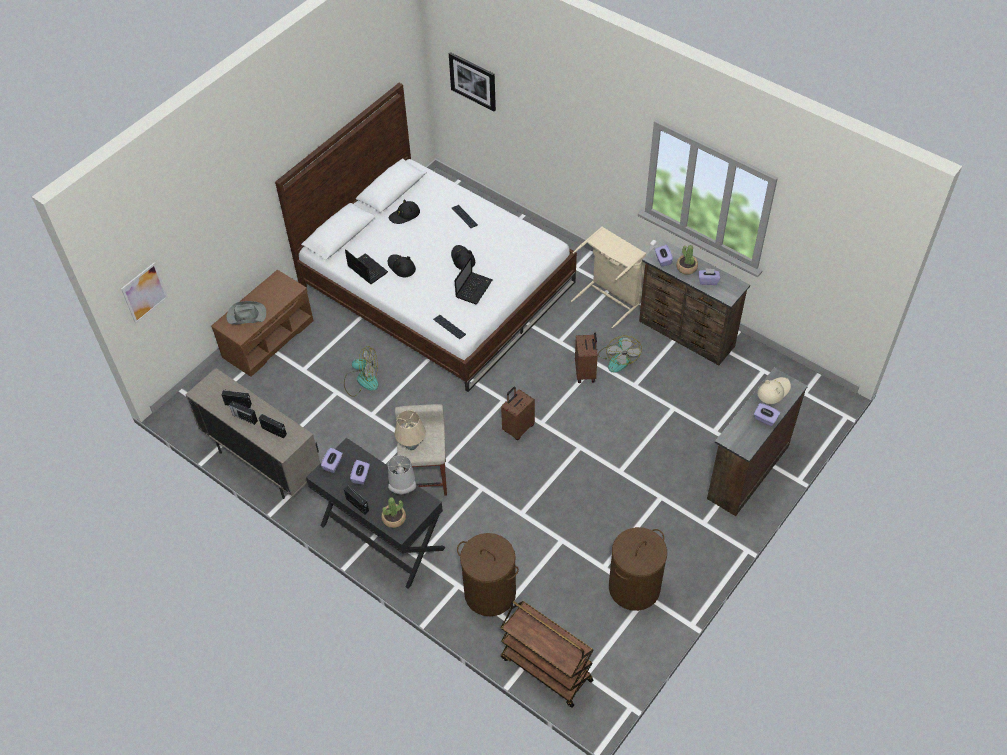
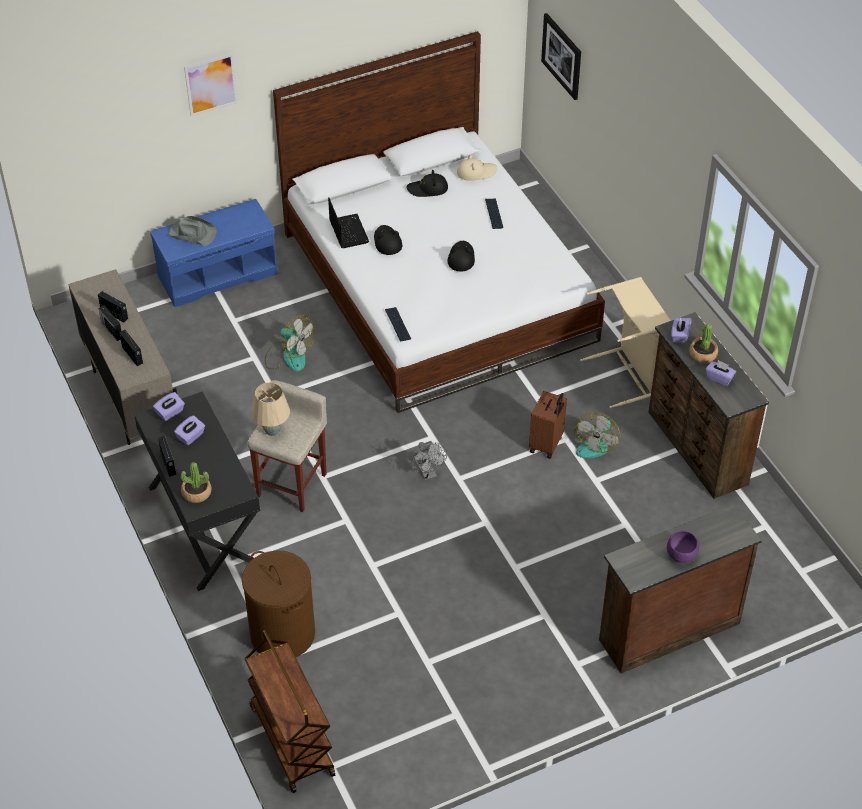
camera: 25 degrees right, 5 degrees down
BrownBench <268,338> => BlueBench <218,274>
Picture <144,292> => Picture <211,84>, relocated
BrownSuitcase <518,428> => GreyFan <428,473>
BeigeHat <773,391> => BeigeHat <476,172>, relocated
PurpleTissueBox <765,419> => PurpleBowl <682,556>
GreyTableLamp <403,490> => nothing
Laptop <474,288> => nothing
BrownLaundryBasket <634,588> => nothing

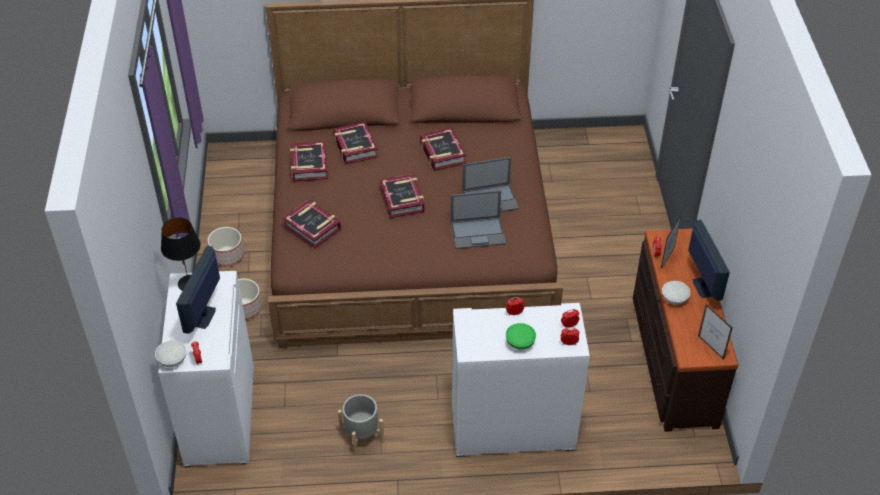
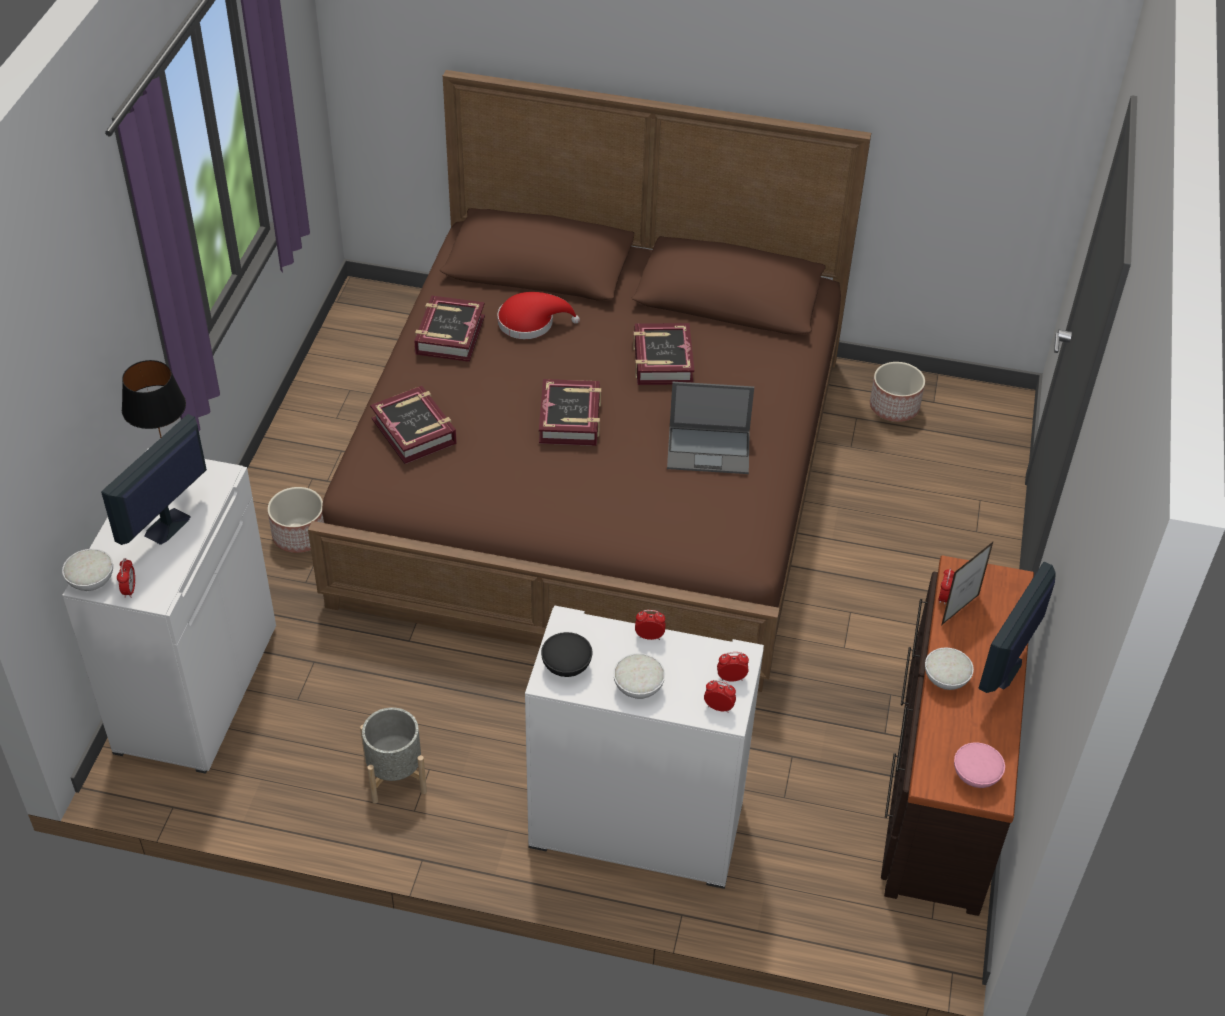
camera: 15 degrees right, 0 degrees up
Book <355,147> => RedHat <531,322>
nothing => BlackBowl <567,666>
GreenBowl <520,342> => WhiteBowl <639,686>
Planter <228,256> => Planter <894,407>, relocated
PictureFrame <710,348> => PinkBowl <976,776>
Monitor <702,287> => Monitor <1002,670>, 150 degrees counterclockwise
Laptop <478,232> => nothing

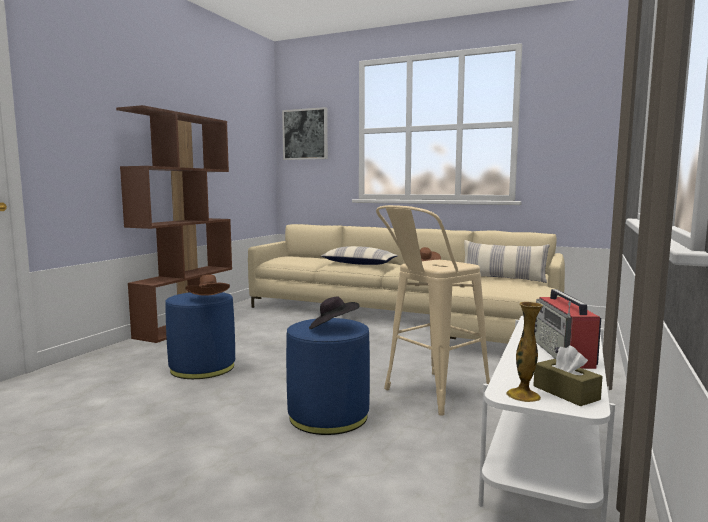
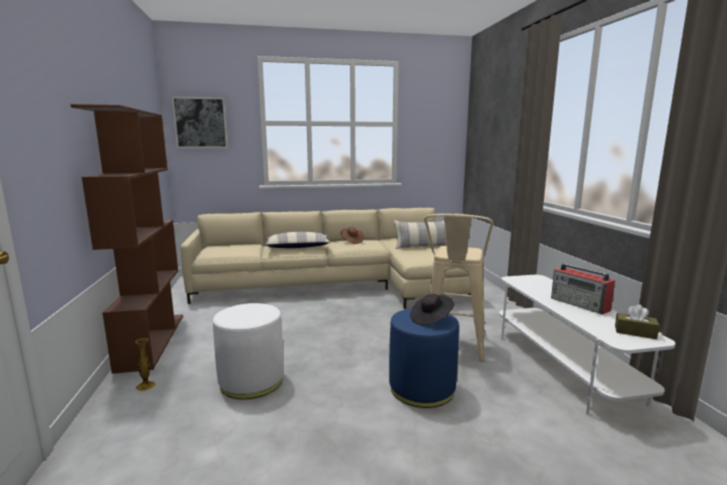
camera: 35 degrees left, 5 degrees up
Vase <523,395> => Vase <145,386>, relocated
BlueOttoman <202,367> => WhiteOttoman <251,381>
BrownHat <208,299> => nothing

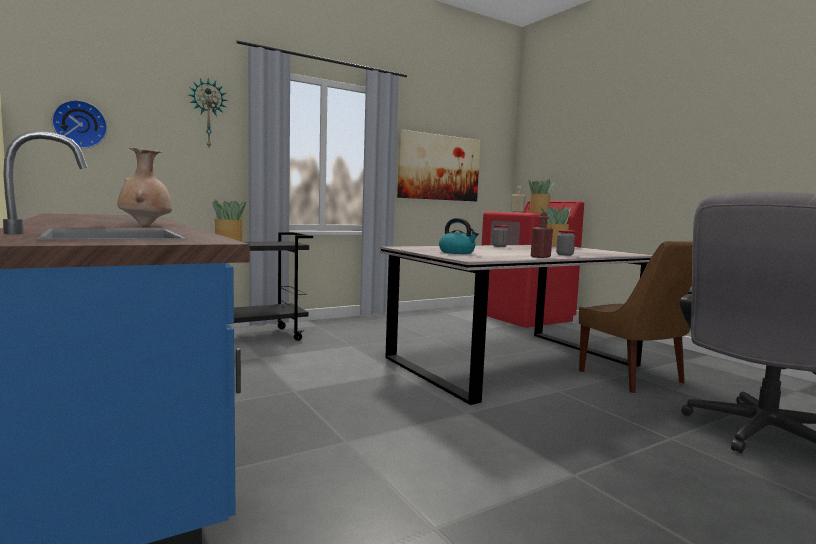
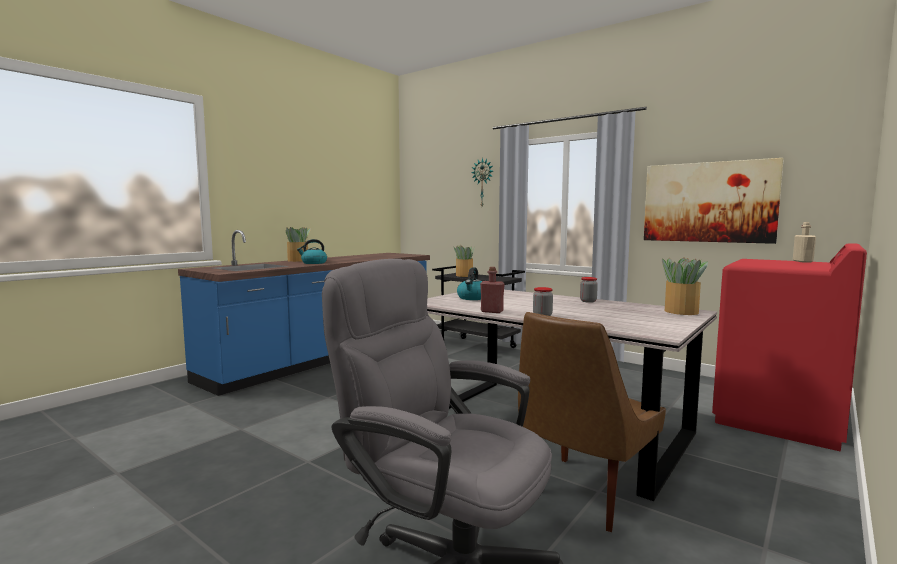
camera: 70 degrees right, 0 degrees up
PottedPlant <538,213> => PottedPlant <298,260>, relocated
BeigeVase <146,225> => Kettle <313,263>
WallClock <80,124> => nothing

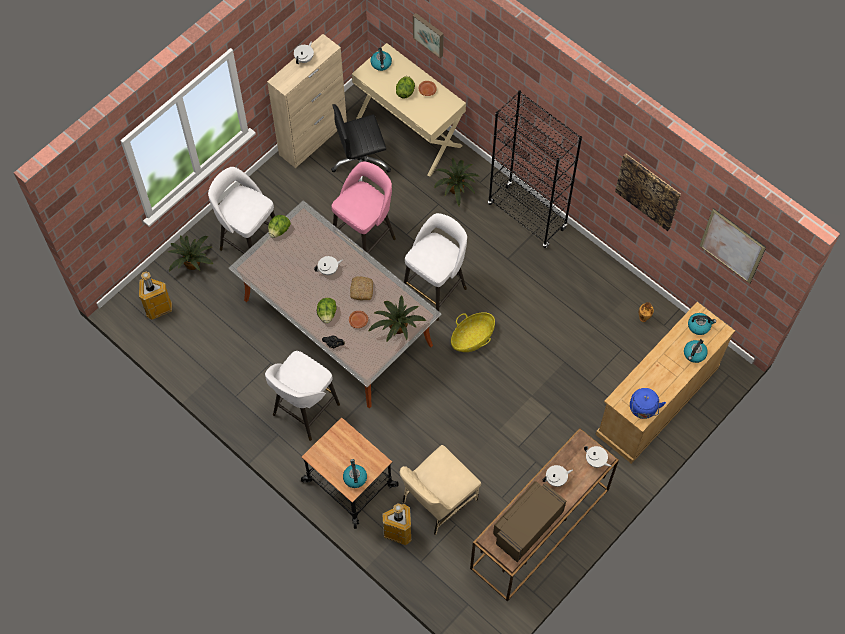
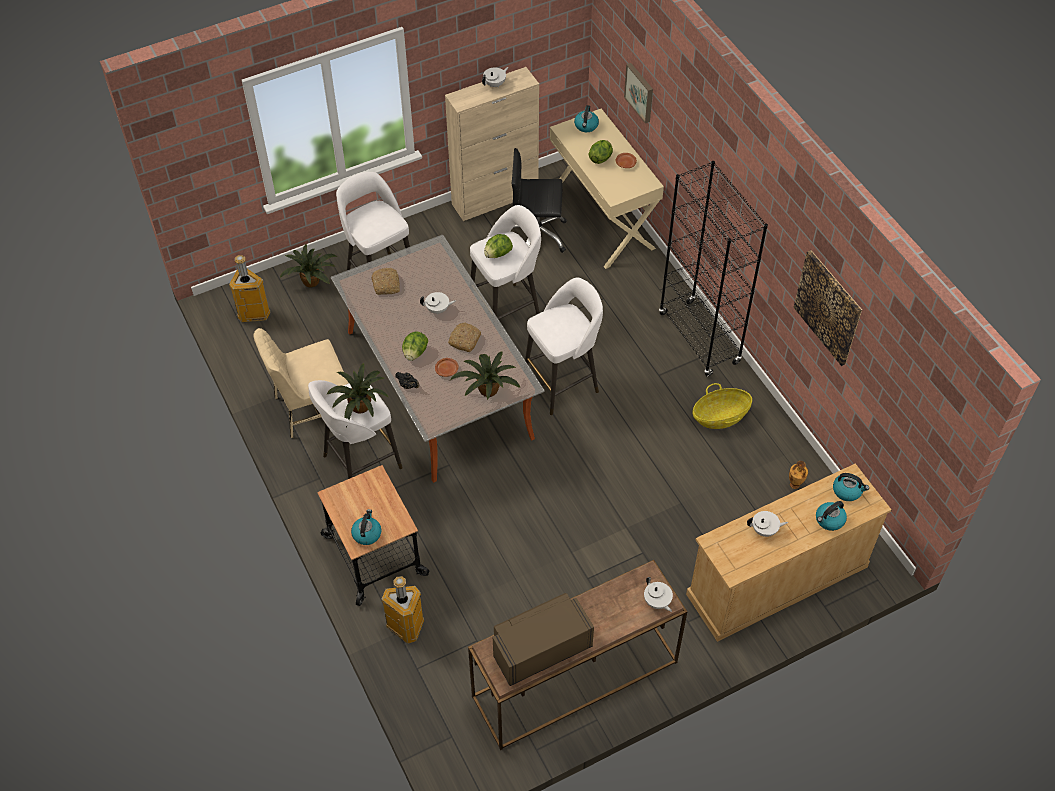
camera: 20 degrees right, 10 degrees down
BeigeChair <438,500> => BeigeChair <311,407>, relocated
PottedPlant <456,189> => PottedPlant <360,407>, relocated
nothing => Bread <386,285>
PinkStool <365,239> => WhiteStool <507,310>
Lettuce <279,230> => Lettuce <498,254>, relocated
Basket <472,338> => Basket <720,416>, relocated
WhiteTeapot <556,479> => WhiteTeapot <764,530>, relocated
BlueKettle <643,409> => nothing
Picture <732,246> => nothing

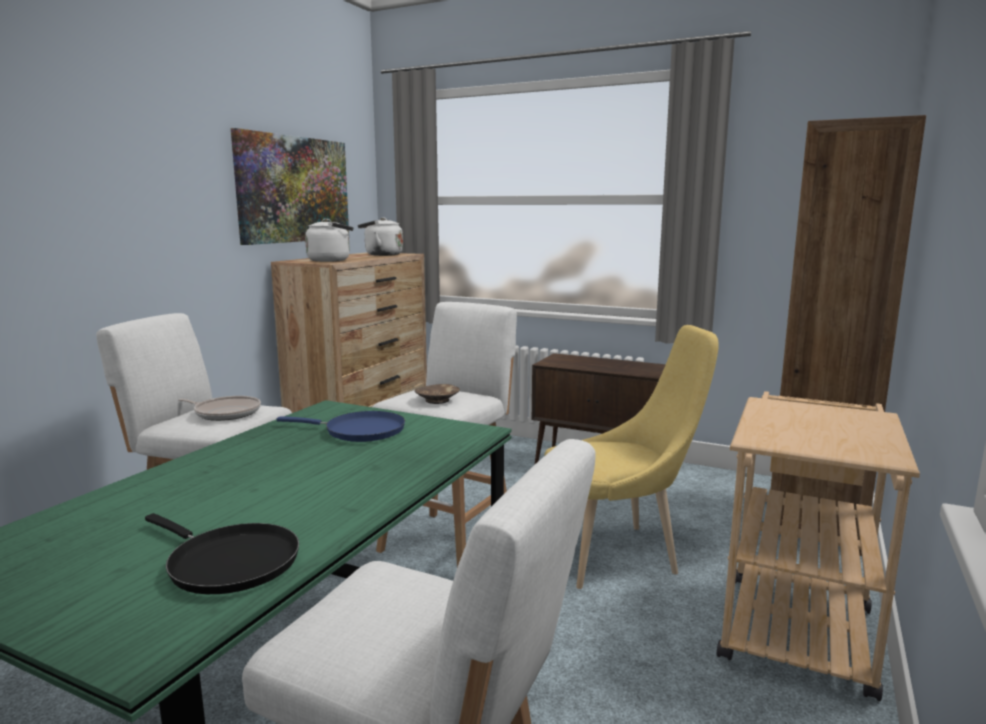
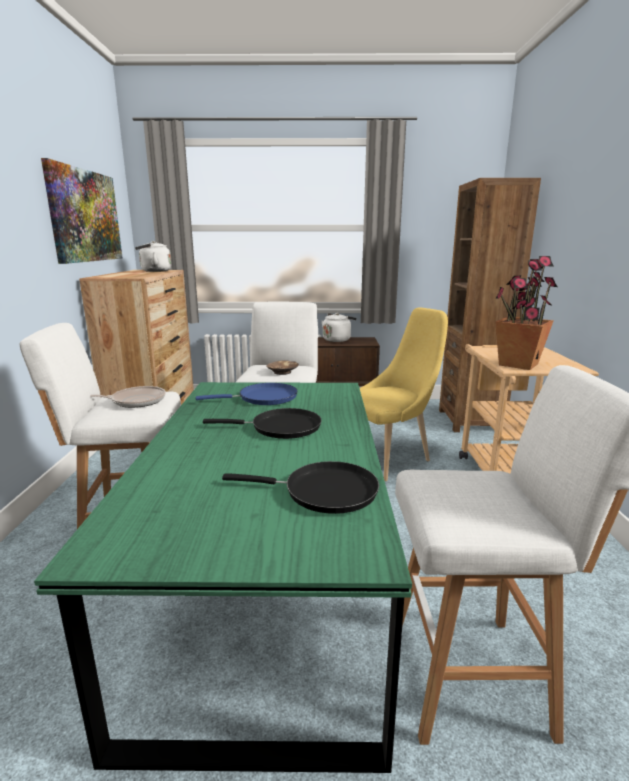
camera: 25 degrees left, 5 degrees up
nothing => BlackFryingPan <281,427>
WhiteKettle <331,260> => WhiteKettle <337,340>, relocated
nothing => PottedPlant <517,364>

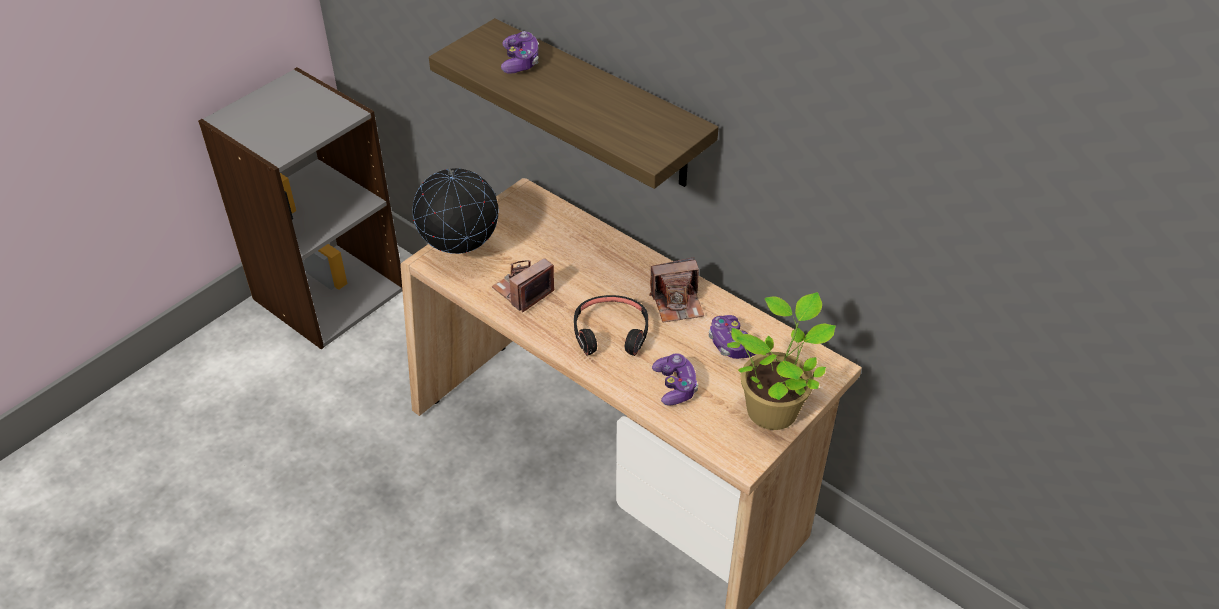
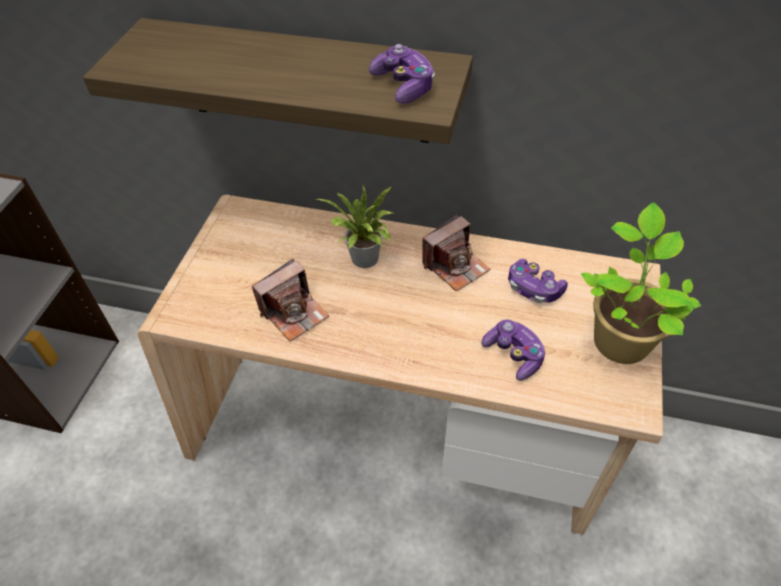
camera: 25 degrees left, 5 degrees up
PhotoCamera <523,291> => PhotoCamera <294,313>, 150 degrees counterclockwise
nothing => PottedPlant <365,261>
GameController <520,61> => GameController <403,86>, relocated
Globe <460,251> => nothing
BlackHeadphones <611,333> => nothing

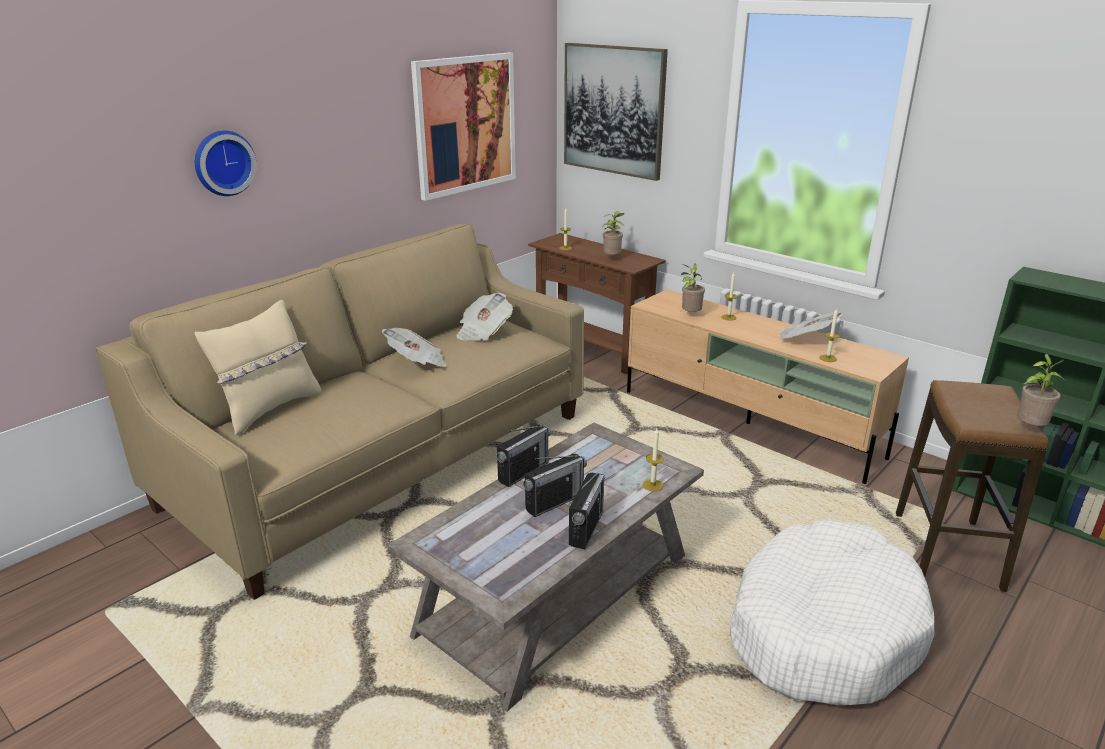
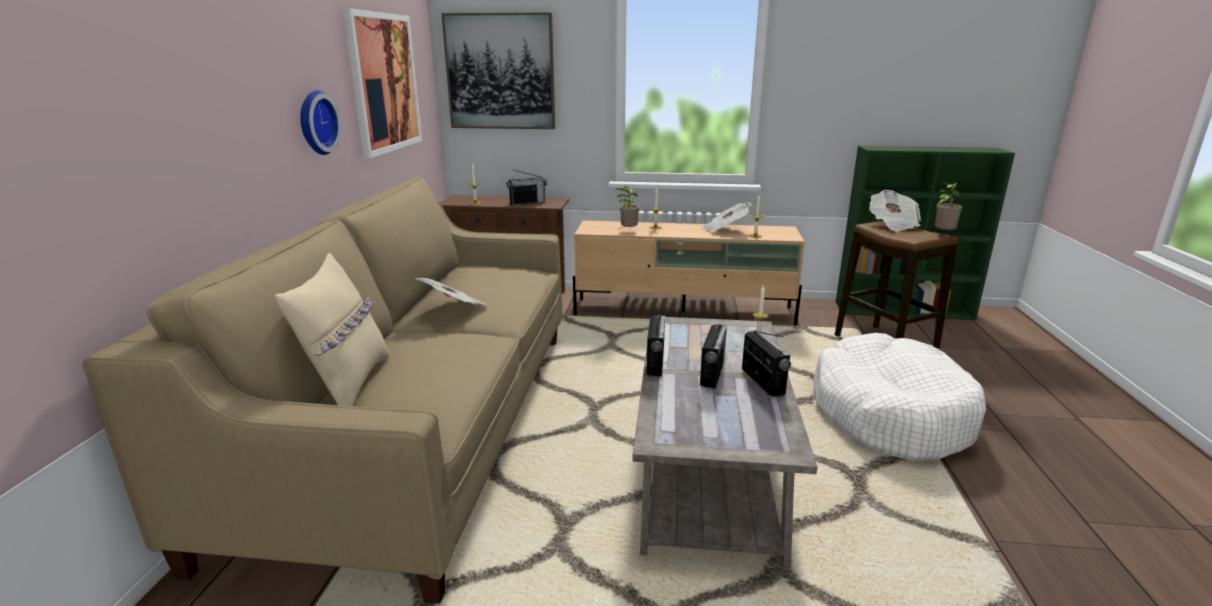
camera: 35 degrees left, 5 degrees down
WallClock <223,162> => WallClock <315,122>, relocated
PottedPlant <612,258> => Radio <527,203>
Newspaper <483,332> => Newspaper <892,224>, relocated

